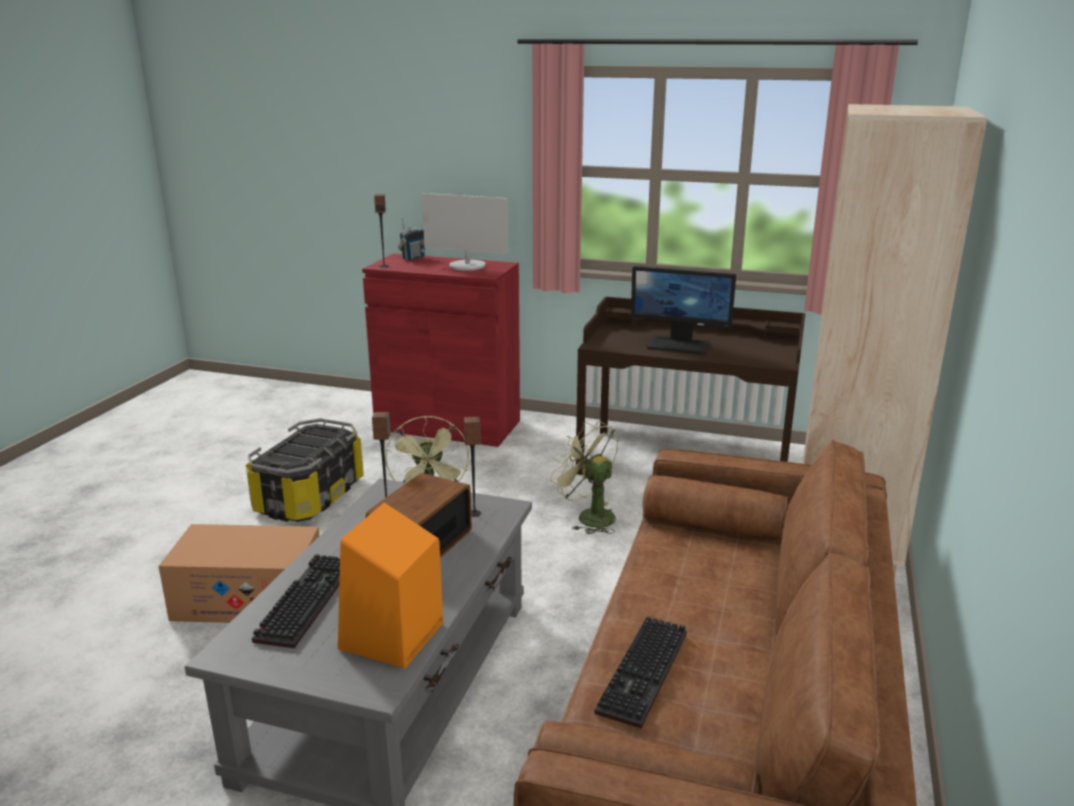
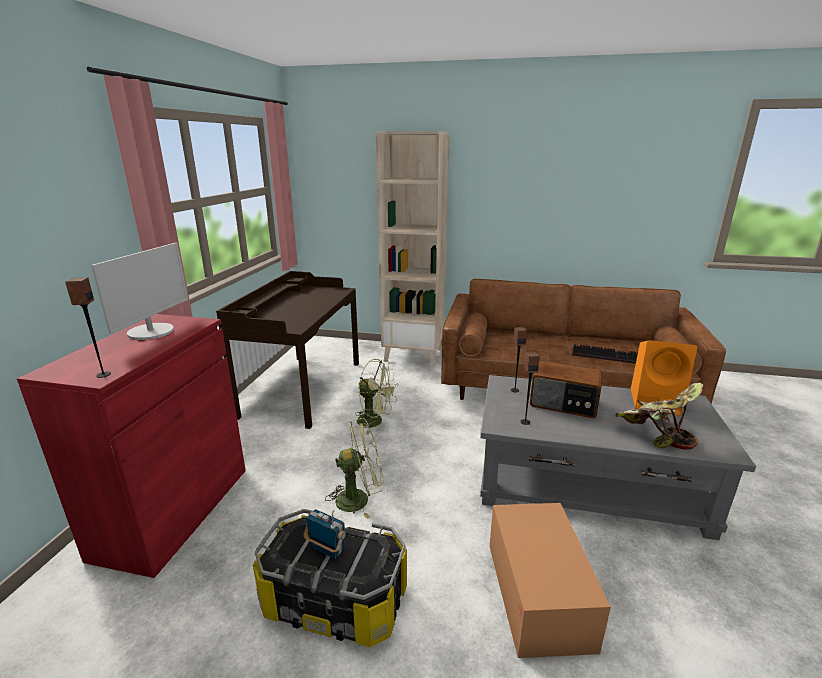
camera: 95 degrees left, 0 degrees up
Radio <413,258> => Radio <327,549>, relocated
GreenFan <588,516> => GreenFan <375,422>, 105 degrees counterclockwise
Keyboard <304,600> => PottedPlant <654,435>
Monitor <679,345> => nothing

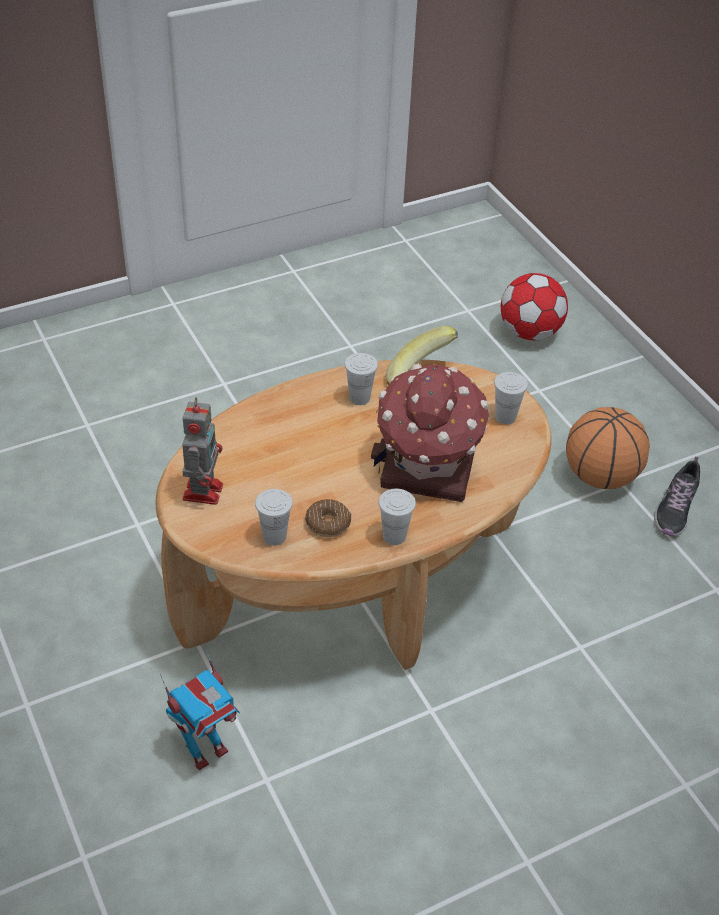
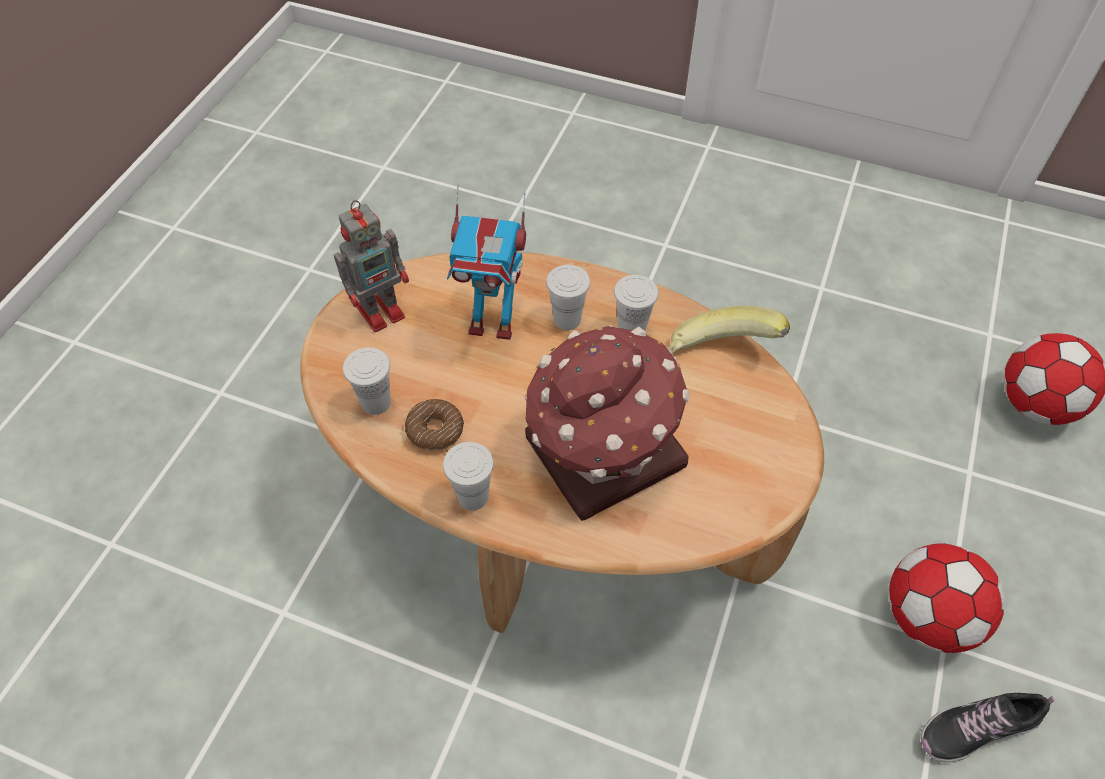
camera: 50 degrees right, 10 degrees up
ToyRobot <205,750> => ToyRobot <493,323>, relocated
WhiteCup <505,417> => WhiteCup <567,319>, relocated
Basketball <600,476> => Football <927,617>

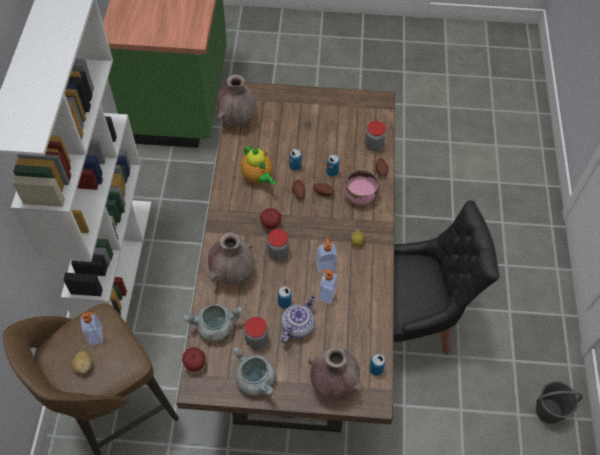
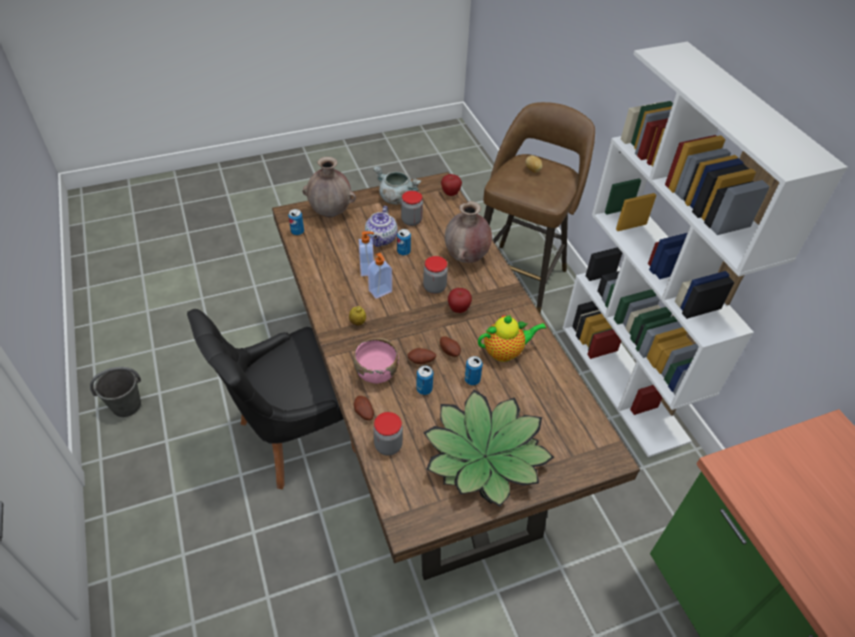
camera: 155 degrees right, 10 degrees down
nothing => PottedPlant <485,456>
Teapot <258,177> => Teapot <505,352>, 135 degrees clockwise
SoapDispenser <96,335> => nothing
GreyCookingPot <215,328> => nothing
BrownVase <237,119> => nothing

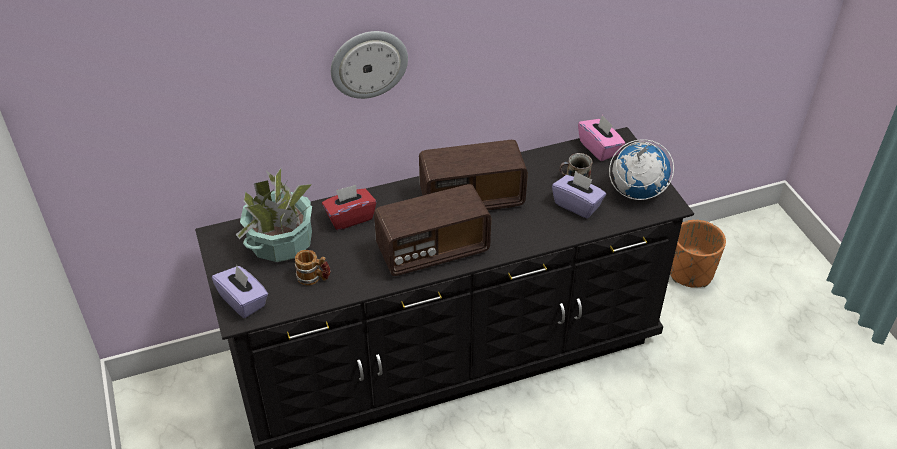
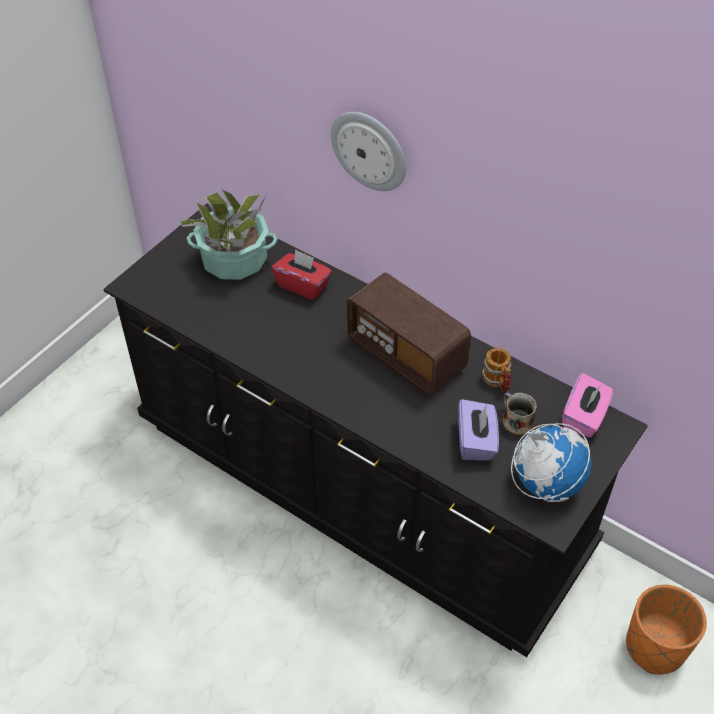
camera: 55 degrees right, 5 degrees up
Mug <313,278> => Mug <497,381>, relocated
PurpleTissueBox <243,301> => nothing
Radio <432,250> => nothing

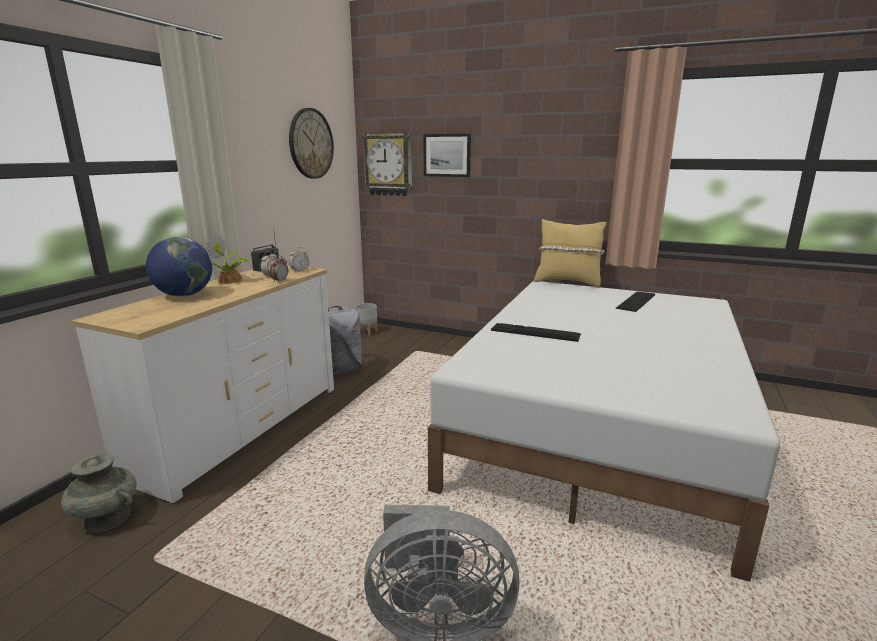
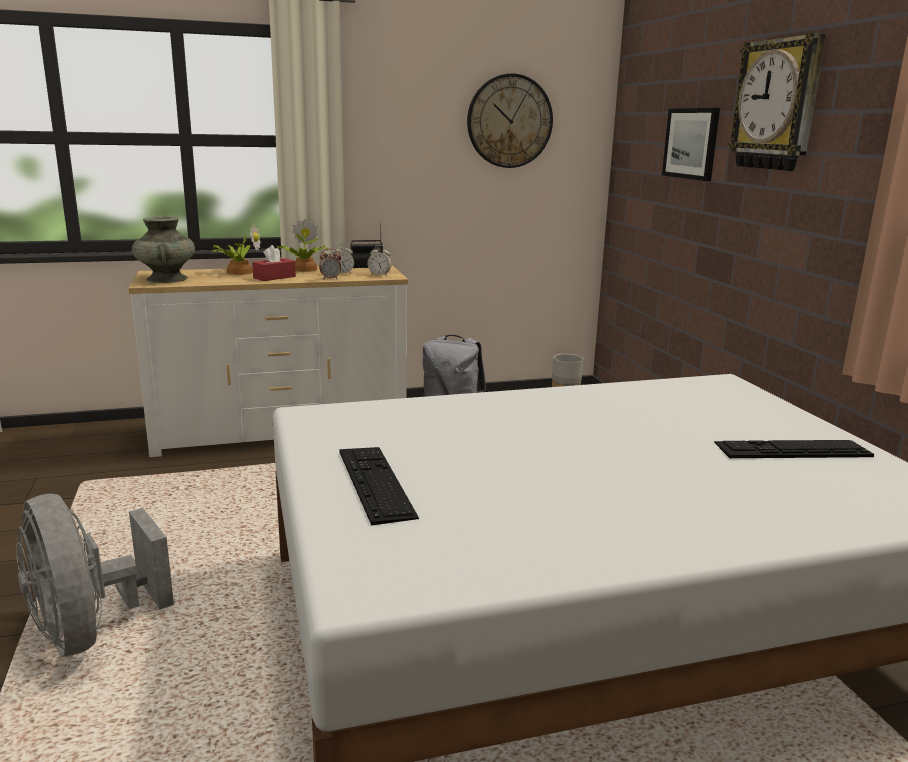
camera: 50 degrees right, 0 degrees up
TurquoiseVase <107,518> => TurquoiseVase <167,279>, relocated
Globe <184,295> => PottedPlant <238,272>
nothing => RedTissueBox <274,277>
Keyboard <535,332> => Keyboard <375,482>, relocated
WallClock <388,165> => WallClock <777,105>, relocated
YellowPillow <567,282> => nothing

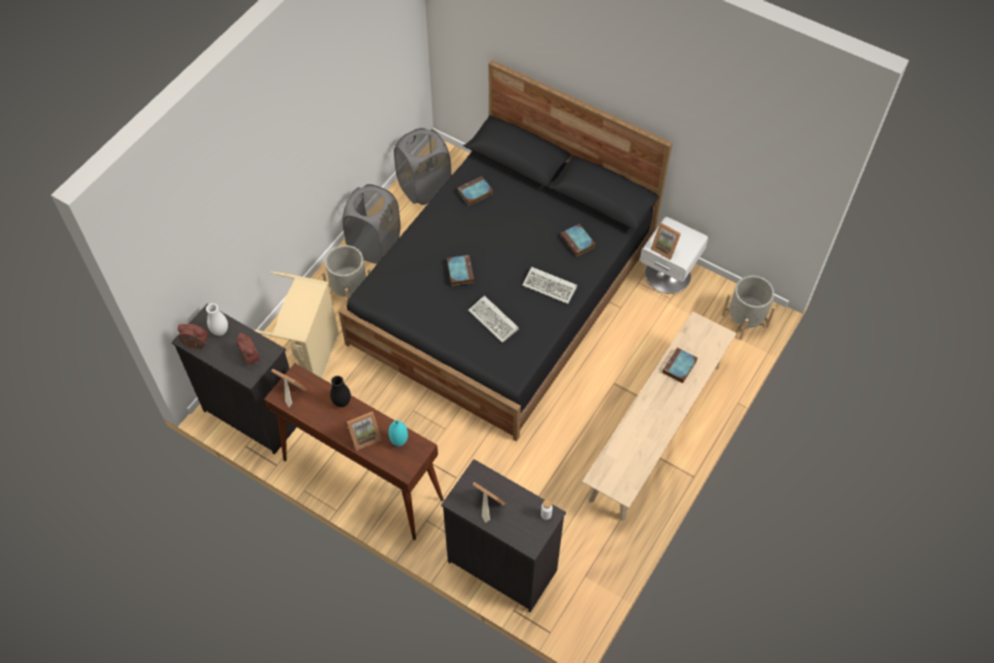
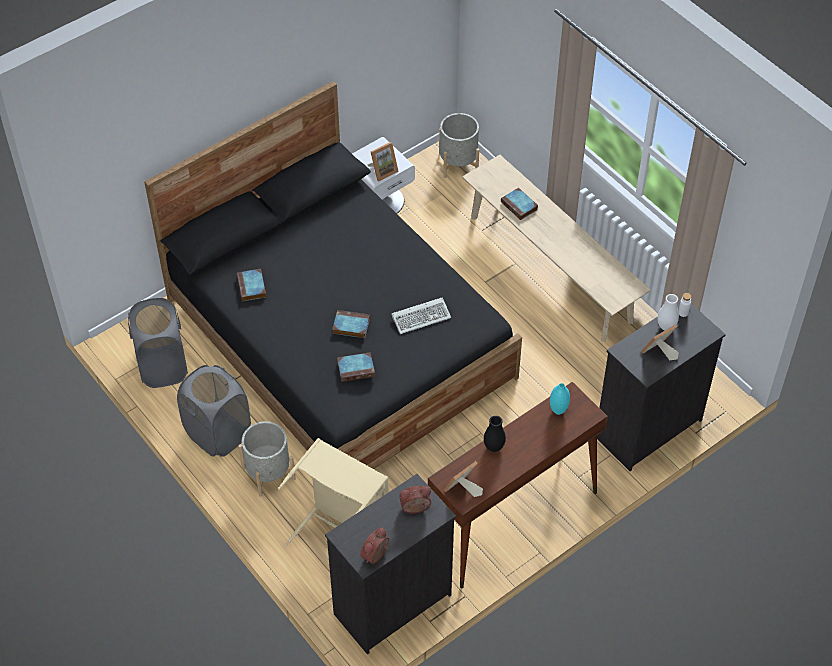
camera: 70 degrees left, 5 degrees down
Book <578,242> => Book <357,368>, relocated
WhiteVase <220,331> => WhiteVase <666,326>, relocated
PictureFrame <364,436> => nothing
Keyboard <551,287> => nothing

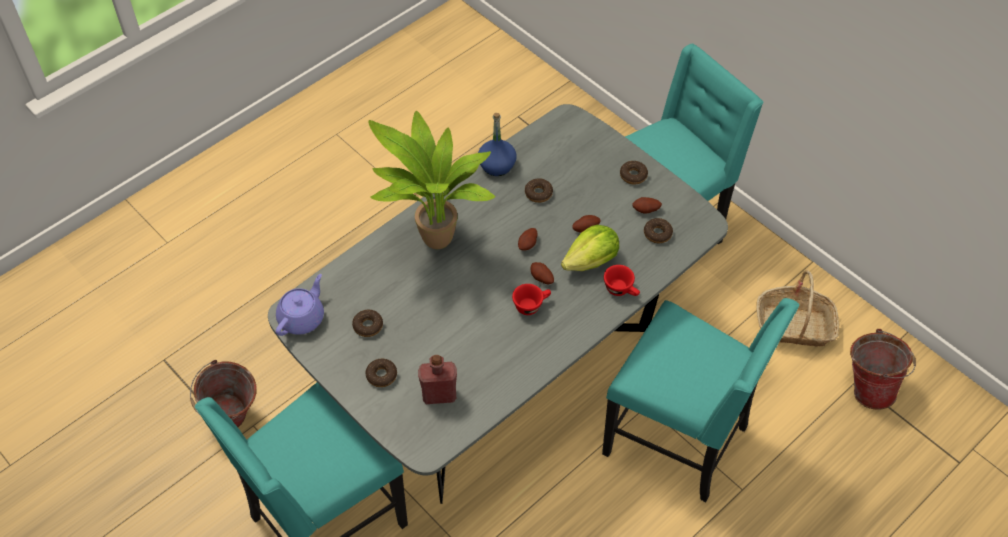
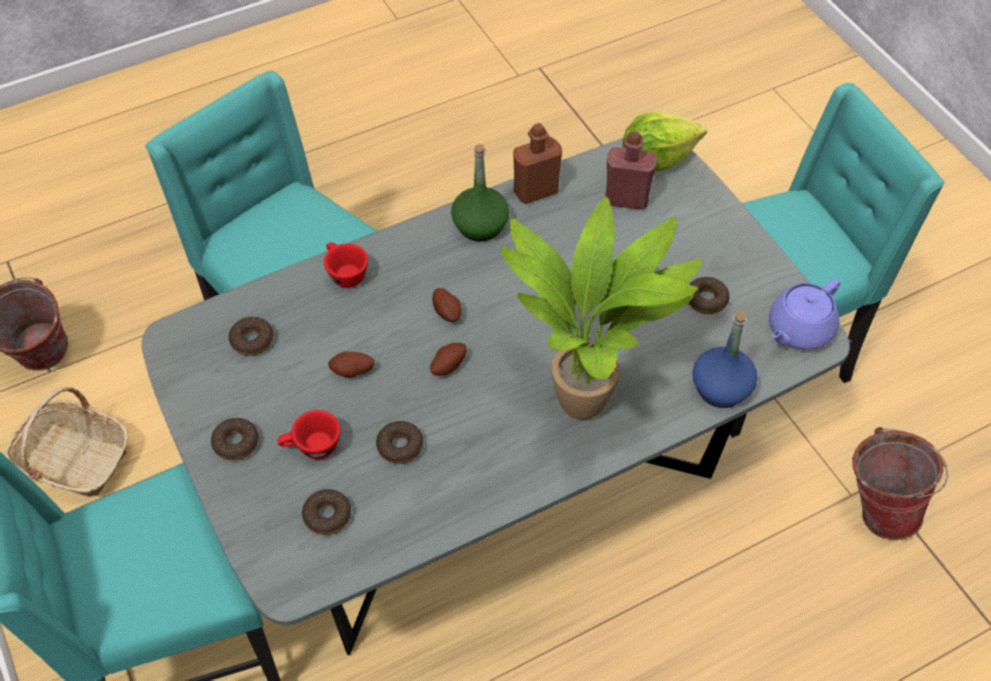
camera: 165 degrees left, 0 degrees up
RedCup <531,305> => RedCup <312,448>, relocated
Donut <381,375> => Donut <327,516>, relocated
nothing => GreenBottle <480,226>
nothing => BrownBottle <536,191>
Lettuce <591,261> => Lettuce <657,158>, relocated
BlueBottle <496,165> => BlueBottle <721,388>, relocated
Potato <646,211> => nothing

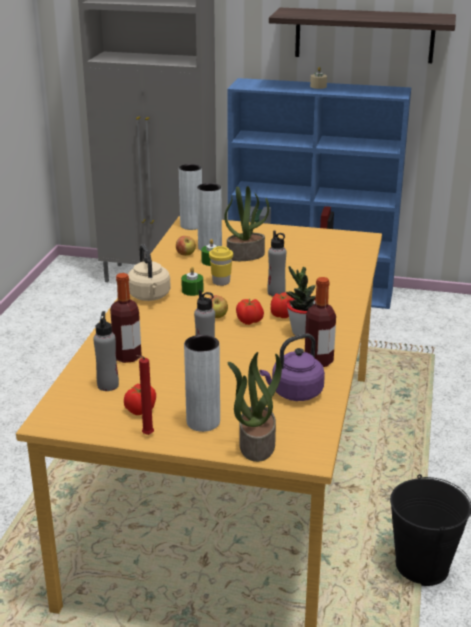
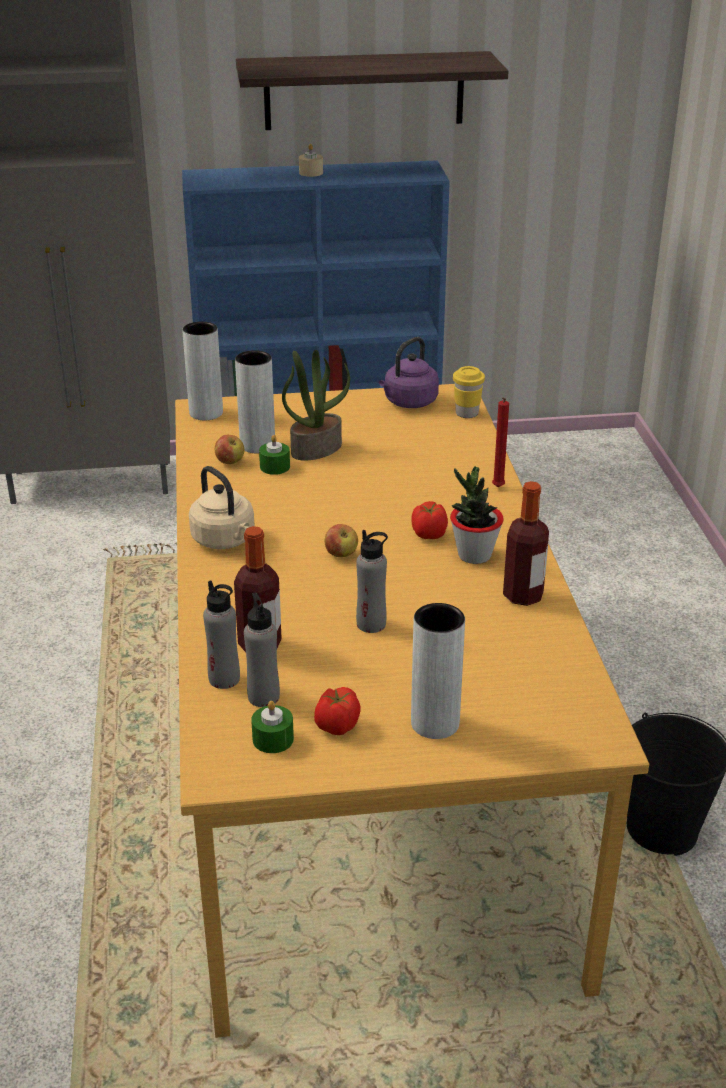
camera: 20 degrees left, 5 degrees up
GreyBottle <276,293> => GreyBottle <224,679>, relocated
GreenCandle <192,290> => GreenCandle <273,739>, relocated
PurpleKettle <294,393> => PurpleKettle <408,402>, relocated
YellowCup <221,282> => YellowCup <467,413>, relocated
RedCandle <146,435> => RedCandle <497,488>, relocated
PottedPlant <256,444> => nothing
Tomato <250,321> => nothing

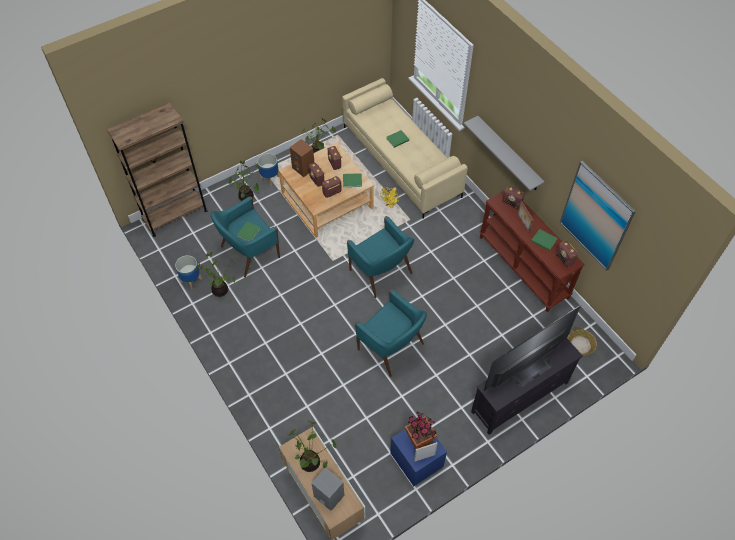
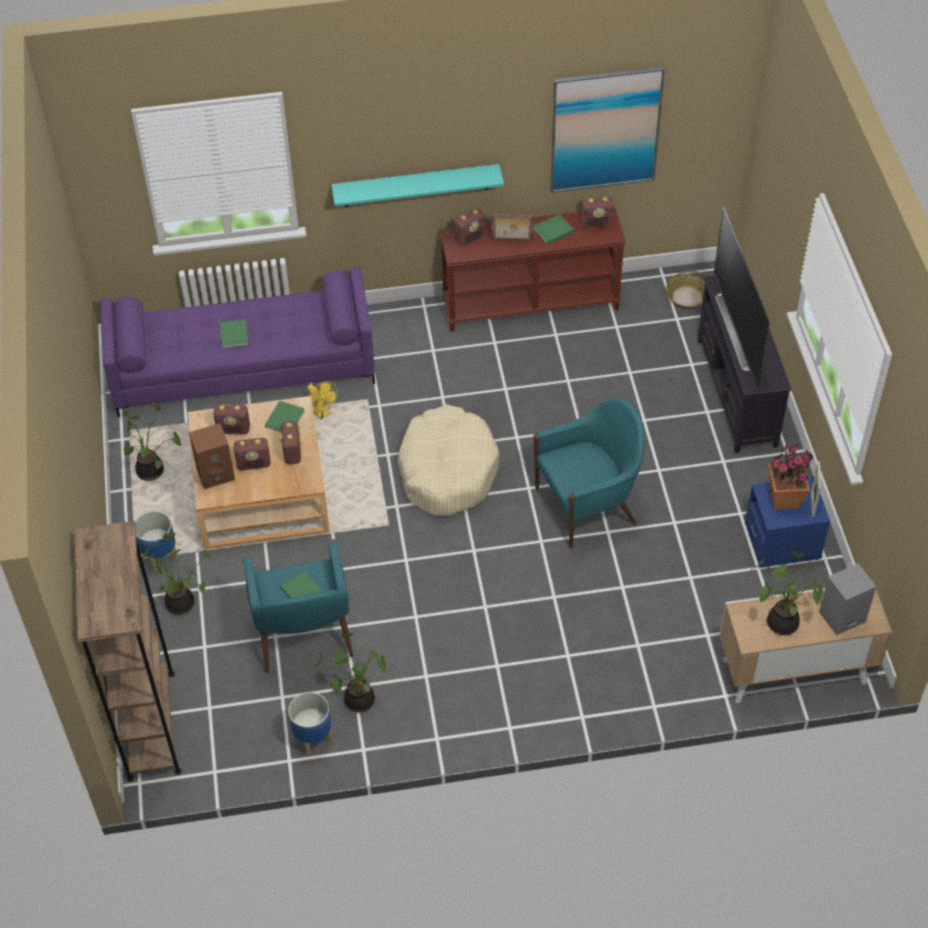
camera: 65 degrees left, 5 degrees down
BeigeSofa <401,161> => PurpleSofa <244,368>
GreyShelf <508,154> => TurquoiseShelf <416,185>
TurquoiseArmchair <381,273> => BeigeDogBed <447,470>

